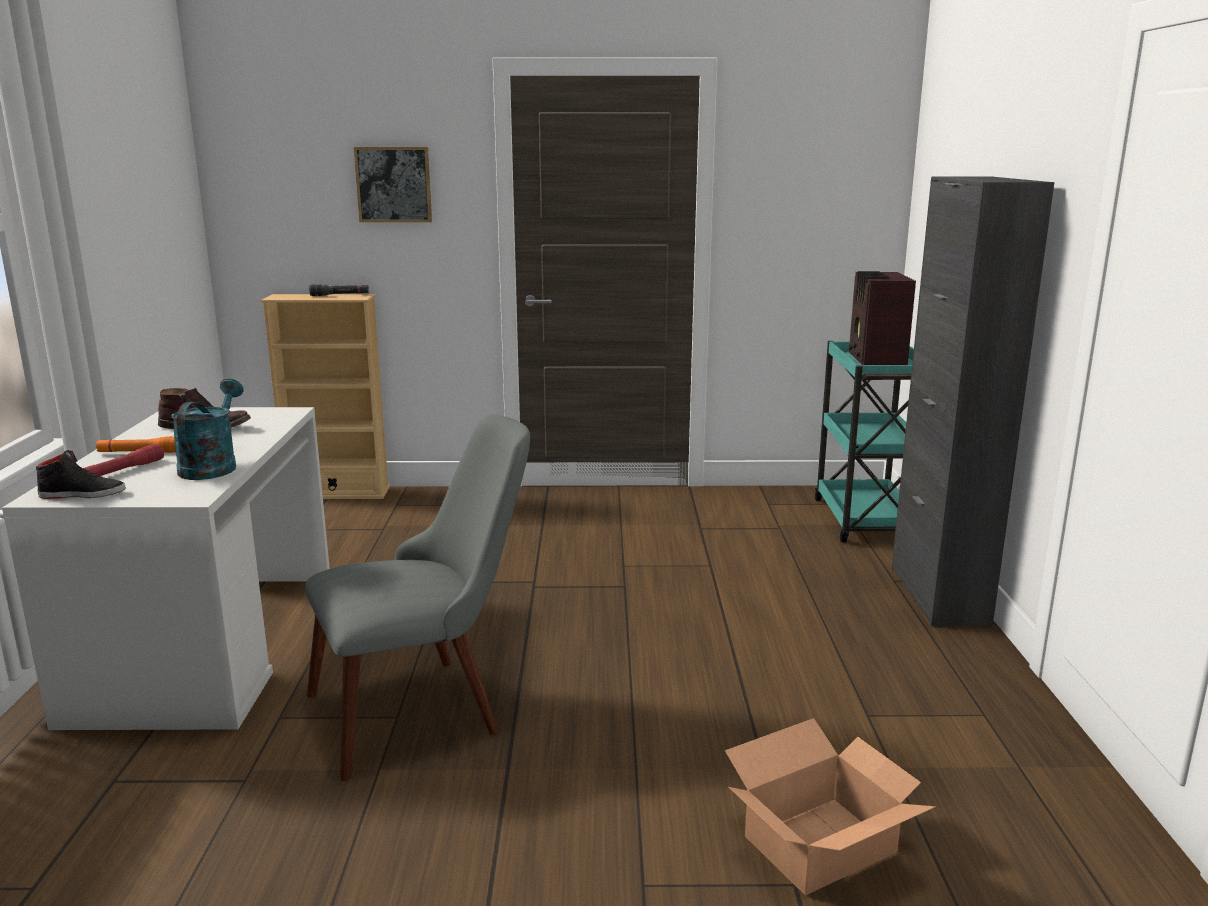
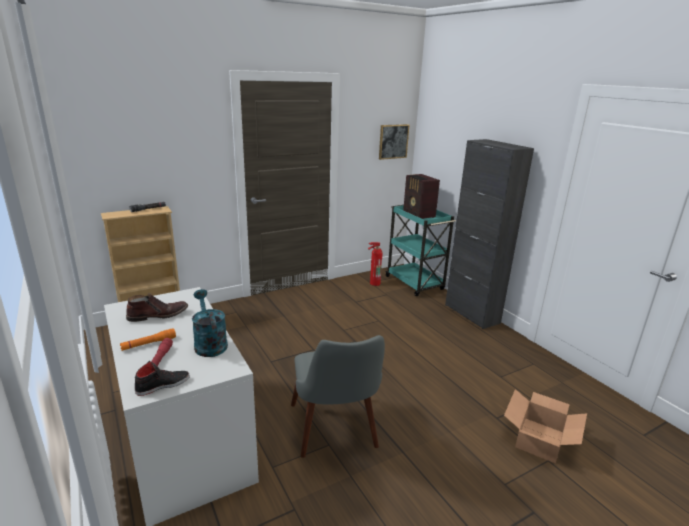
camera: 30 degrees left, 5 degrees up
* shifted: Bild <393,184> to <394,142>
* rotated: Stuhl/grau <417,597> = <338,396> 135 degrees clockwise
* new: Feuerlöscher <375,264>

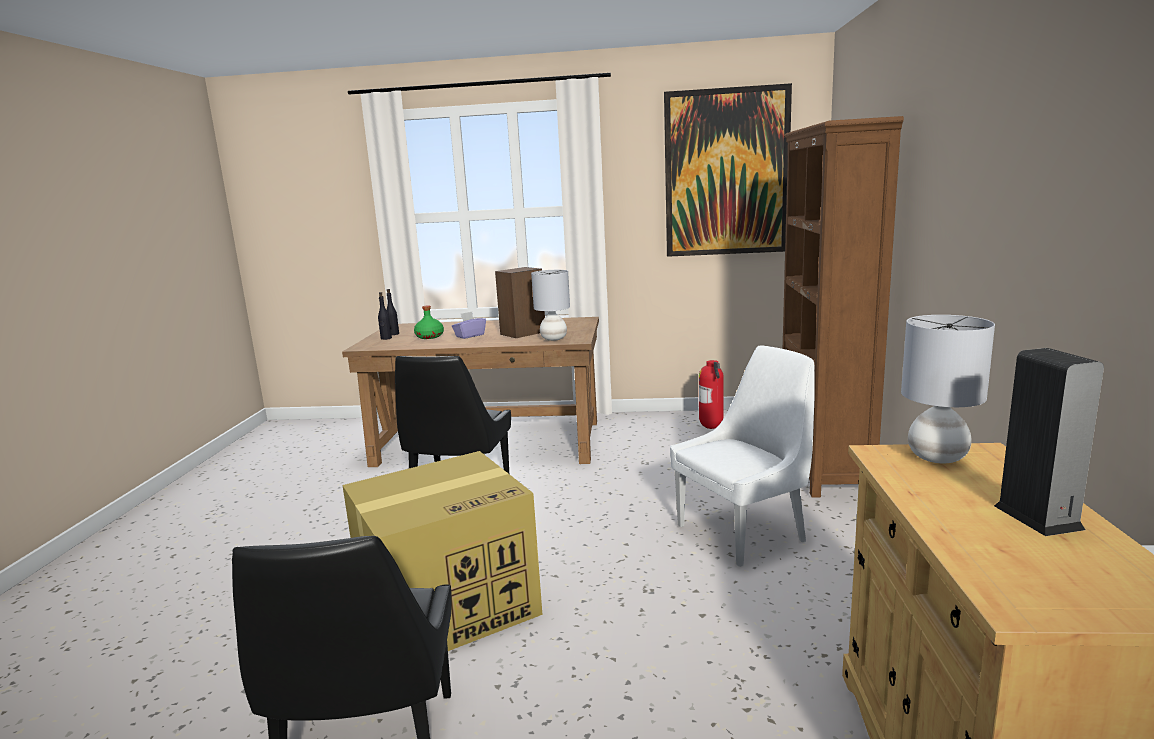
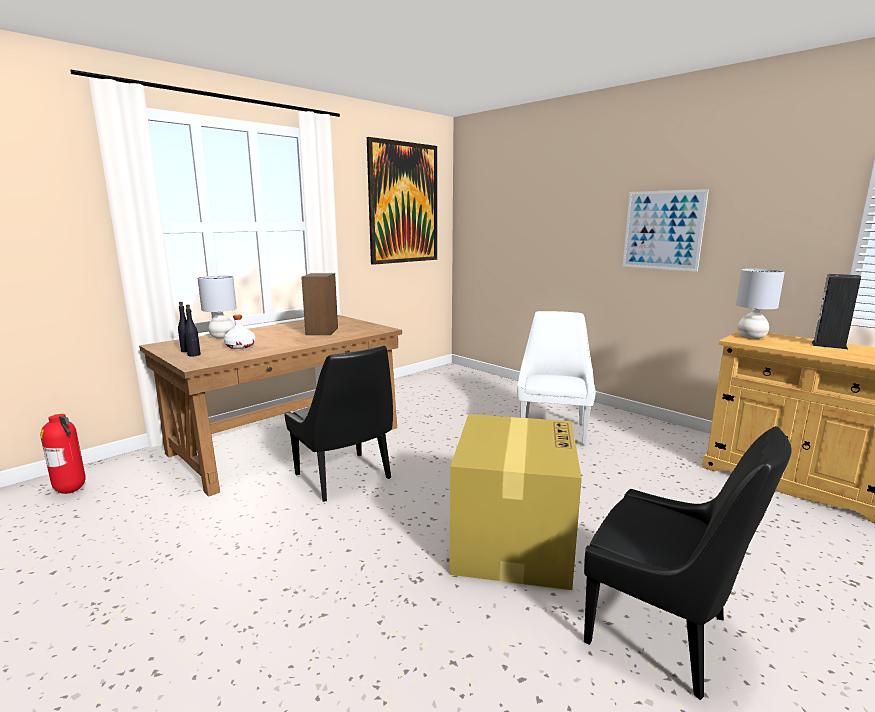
camera: 50 degrees left, 0 degrees up
* gone: Bücherregal/braun <843,306>
* shifted: Tischlampe/grau <550,305> to <217,307>
* repainted: Flasche/grün <429,322> to Flasche/weiß <240,332>
* gone: Taschentuchbox/lila <469,325>
* shifted: Feuerlöscher <711,394> to <63,454>
* new: Bild <666,230>

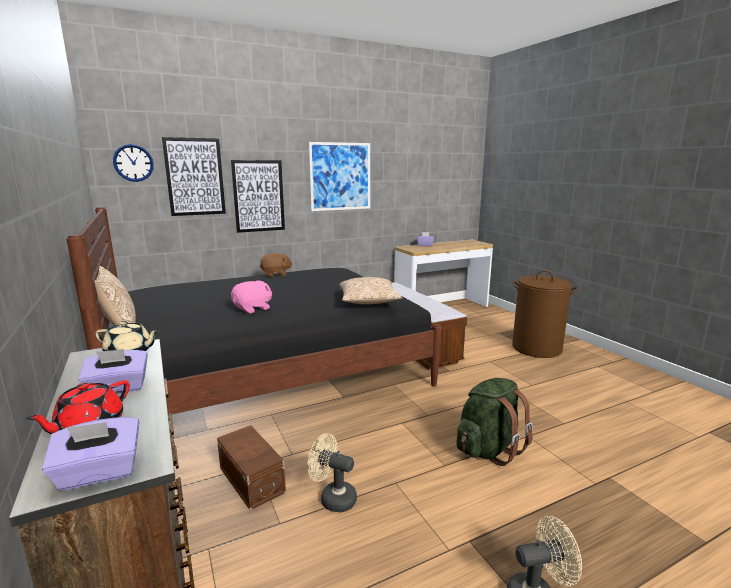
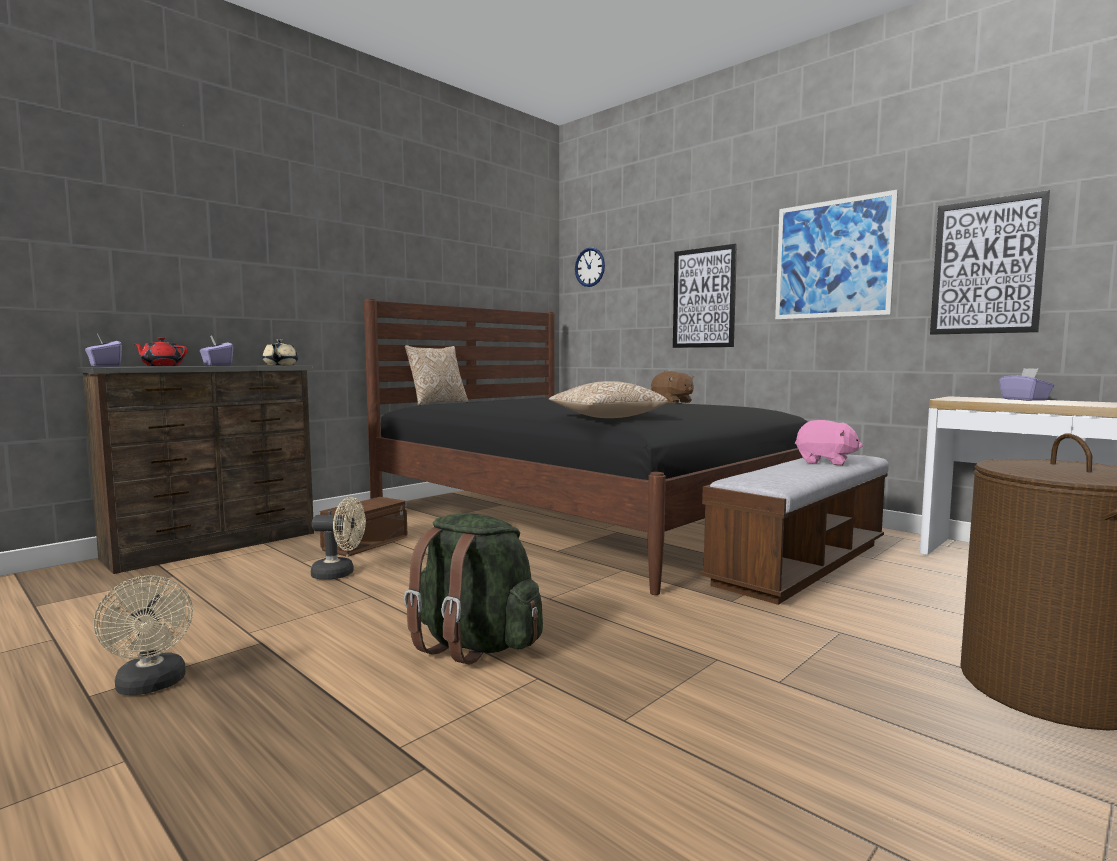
camera: 70 degrees right, 10 degrees down
* shifted: Bild <194,176> to <990,262>
* shifted: Plüschtier/rosa <251,297> to <829,443>
* rotated: Ventilator/beige <332,472> = <338,538> 90 degrees clockwise

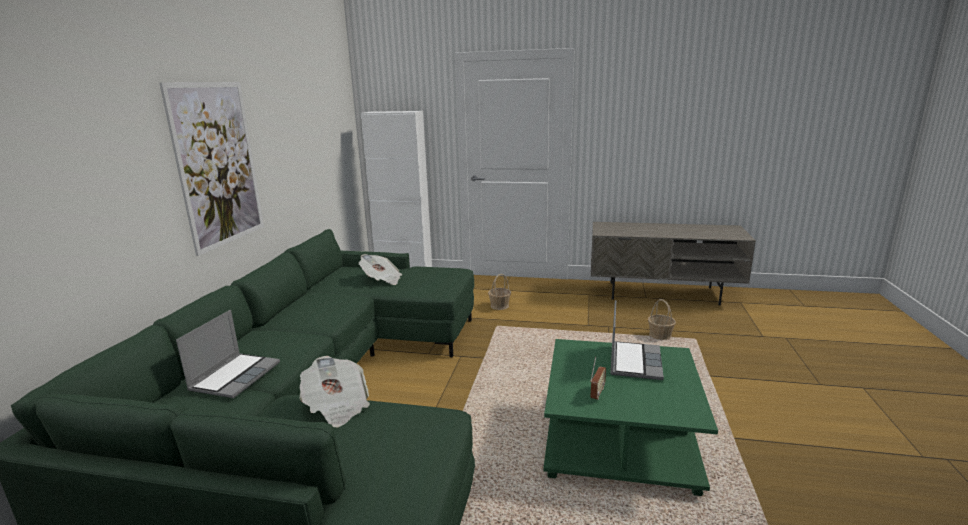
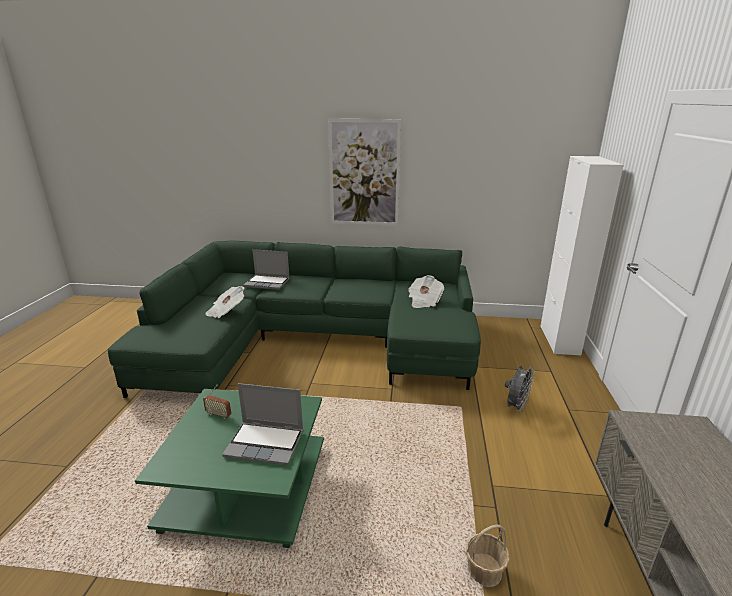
camera: 85 degrees right, 5 degrees up
* swapped: Korb <499,292> to Ventilator/grau <520,390>

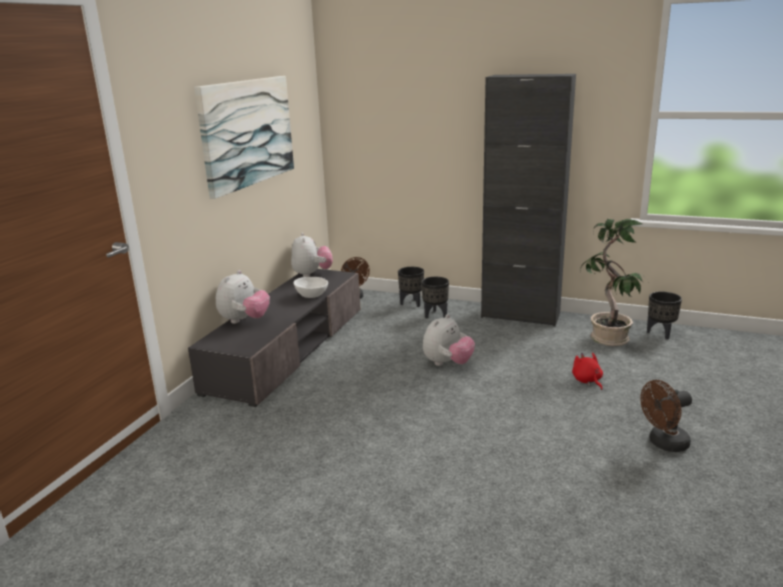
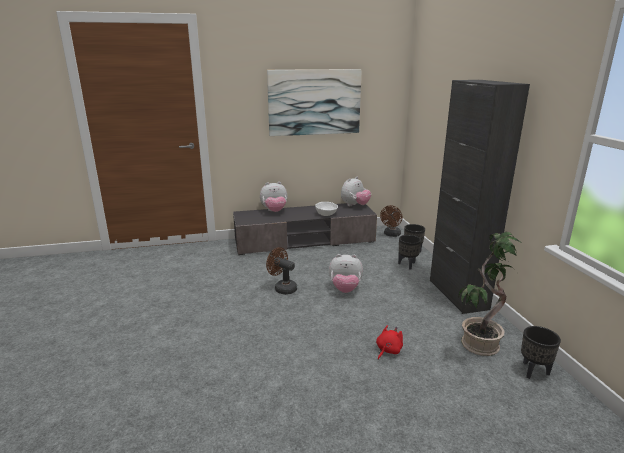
camera: 55 degrees right, 0 degrees up
* shifted: Ventilator/braun <666,416> to <281,271>

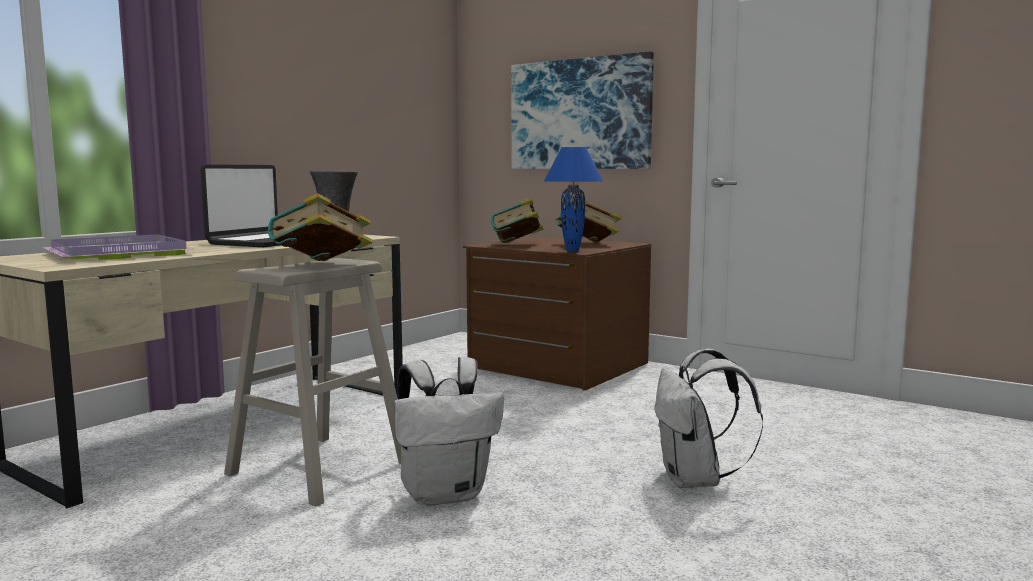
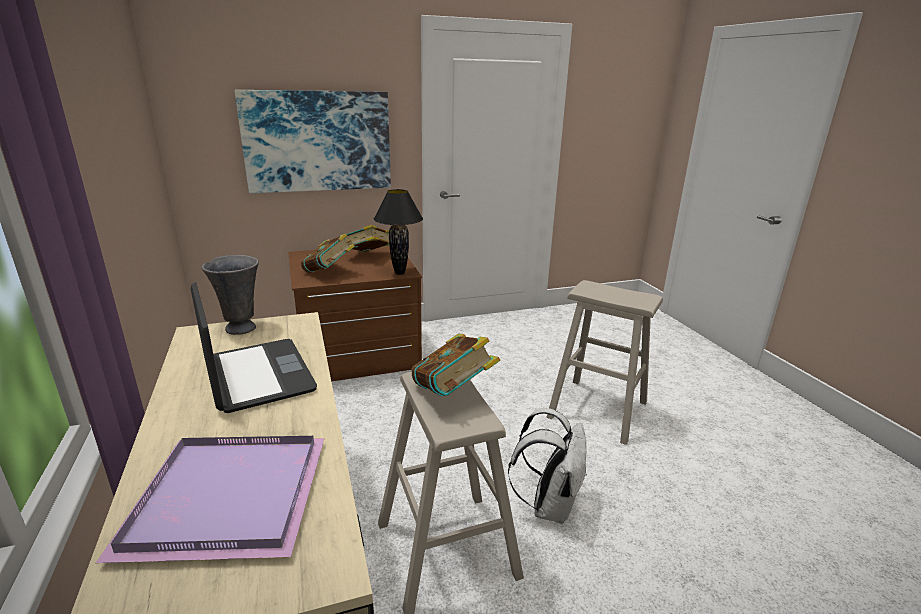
camera: 55 degrees left, 15 degrees up
* repainted: Tischlampe/blau <573,199> to Tischlampe/schwarz <398,232>
* swapped: Rucksack/weiß <708,418> to Hocker/beige <605,362>

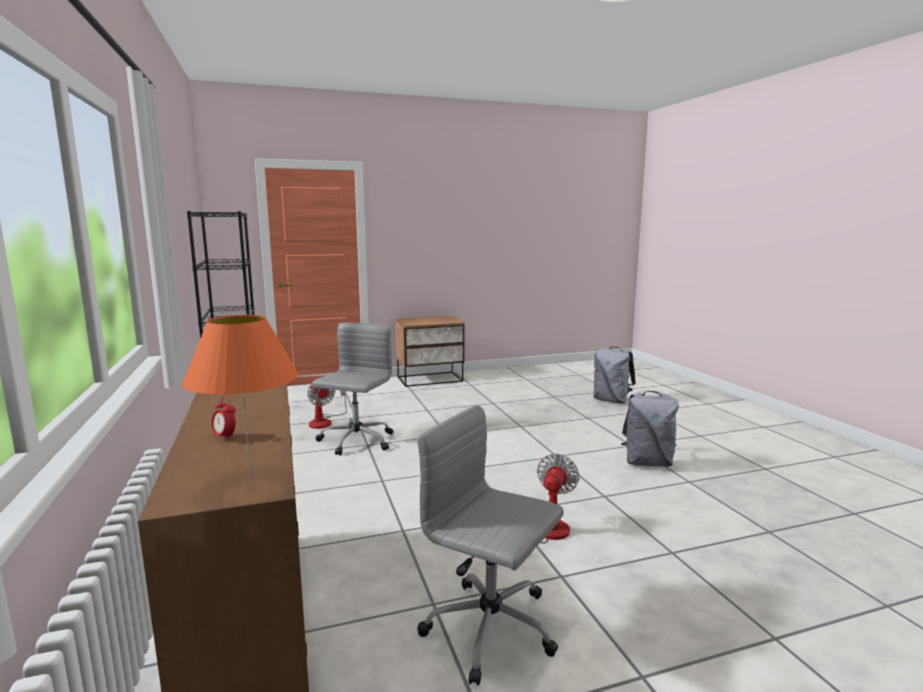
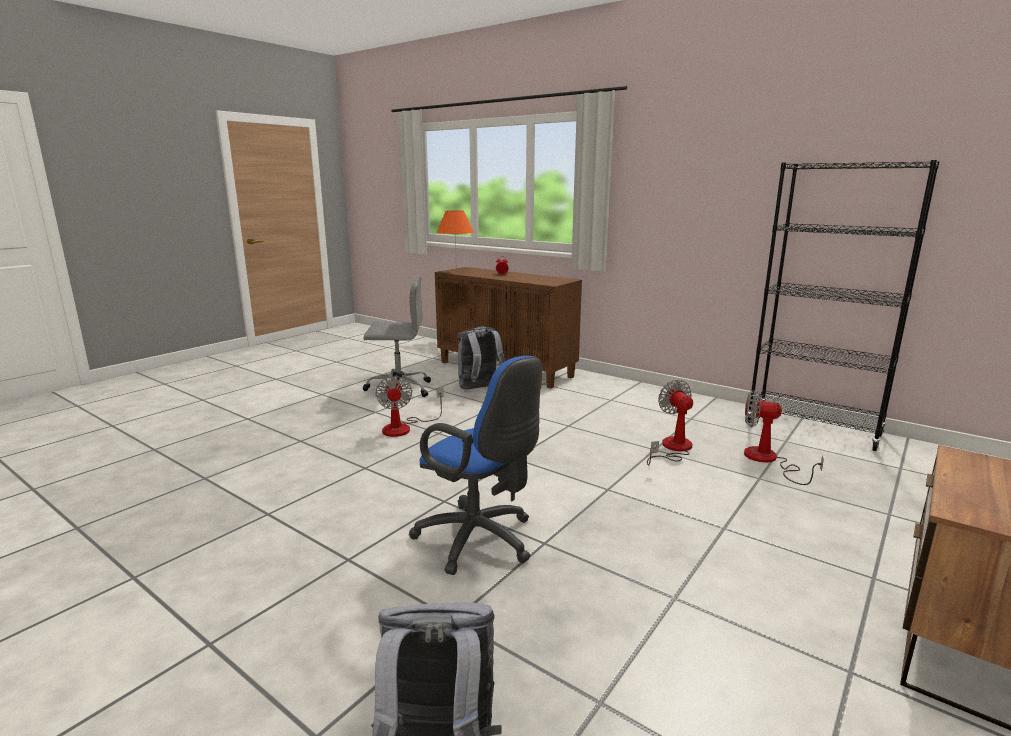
camera: 145 degrees right, 5 degrees up
* swapped: Bürostuhl/grau <352,388> to Ventilator <670,423>
* shifted: Rucksack/grau <650,429> to <481,357>
* new: Bürostuhl/blau <475,465>

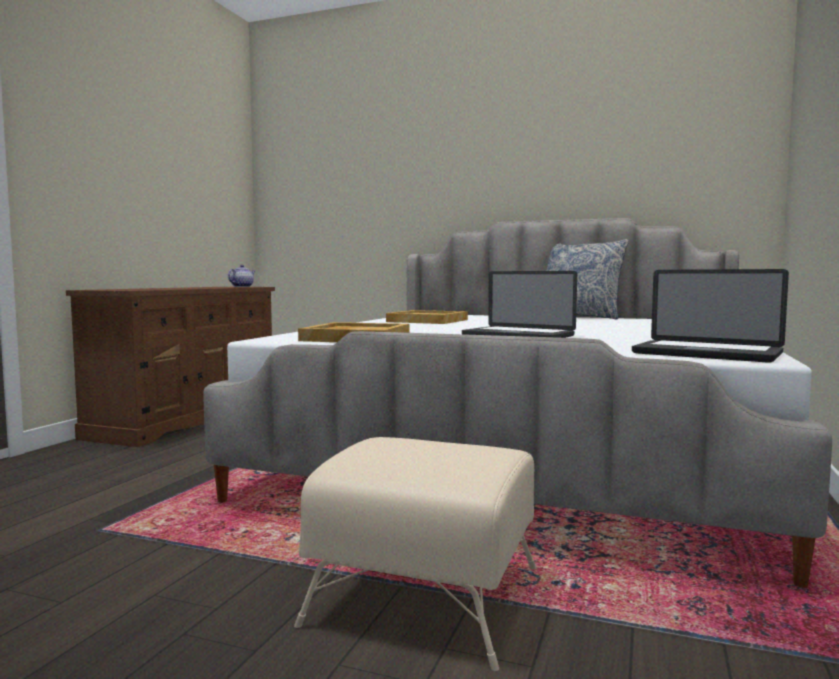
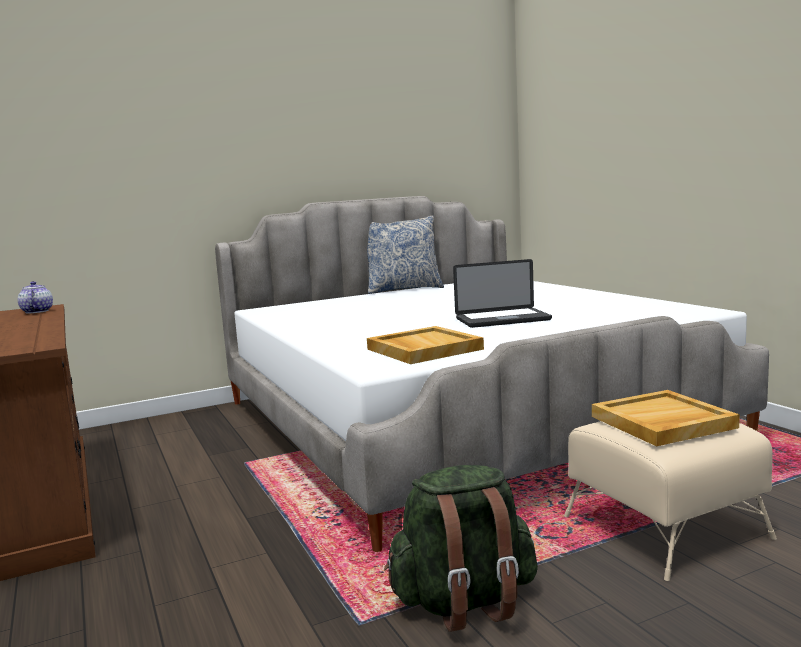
camera: 45 degrees left, 5 degrees up
* gone: Laptop <710,316>
* shifted: Tablett/beige <427,317> to <666,418>
* new: Rucksack/grün <461,548>

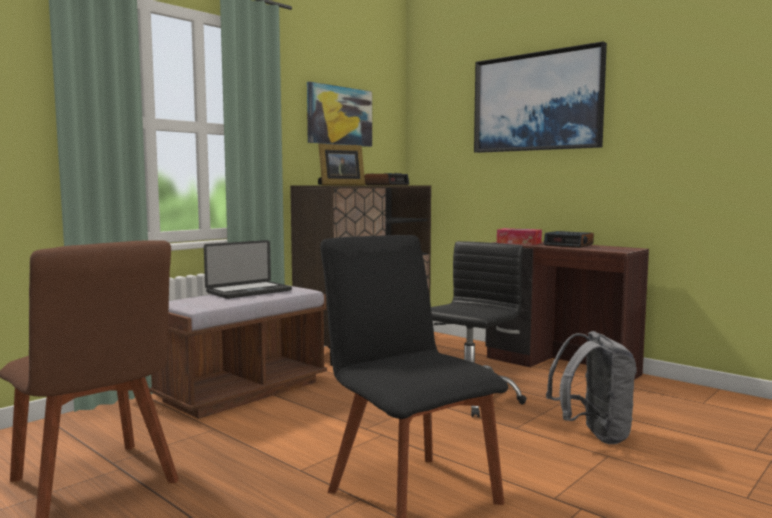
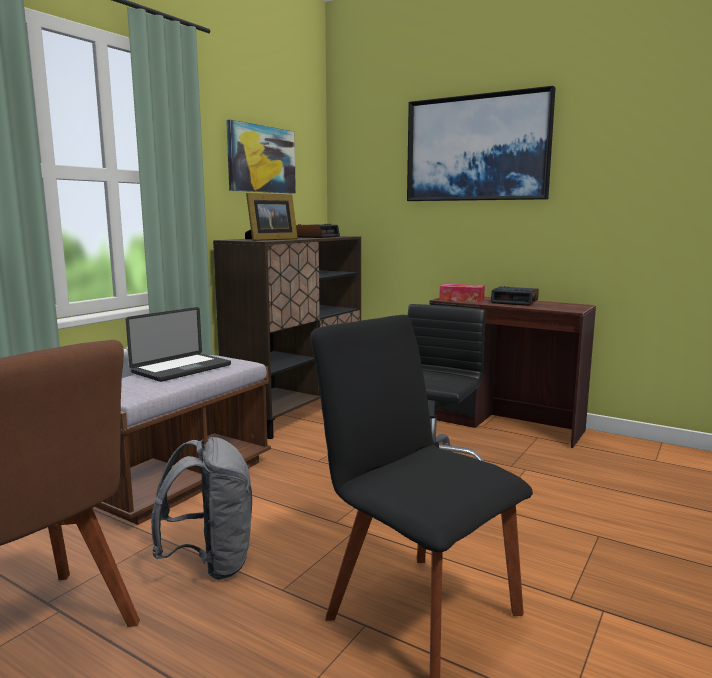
camera: 10 degrees left, 5 degrees up
* shifted: Rucksack/grau <591,387> to <201,508>

